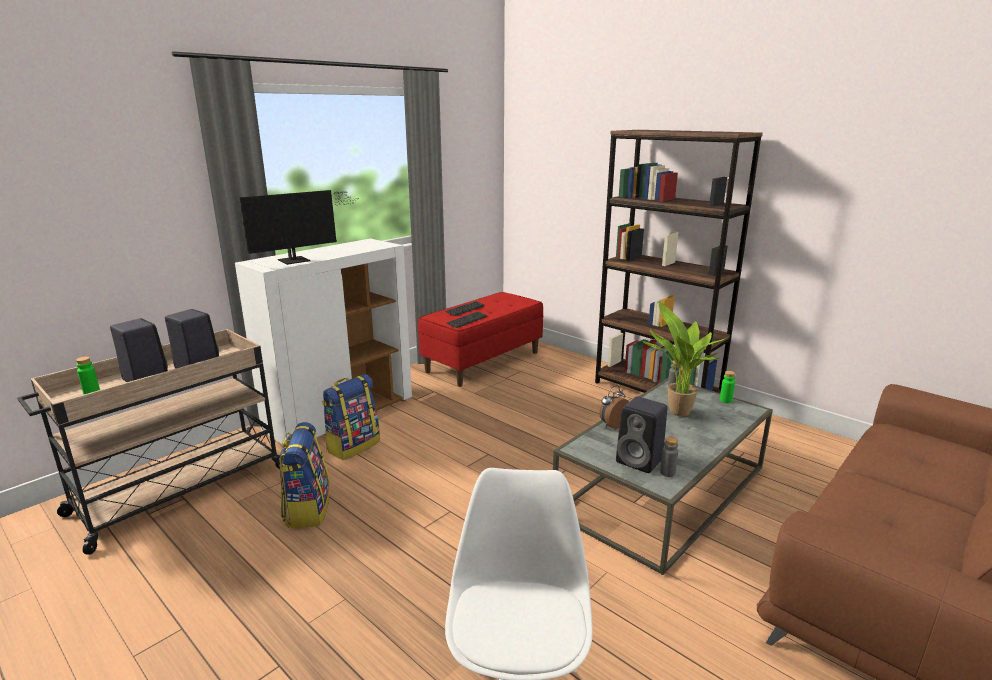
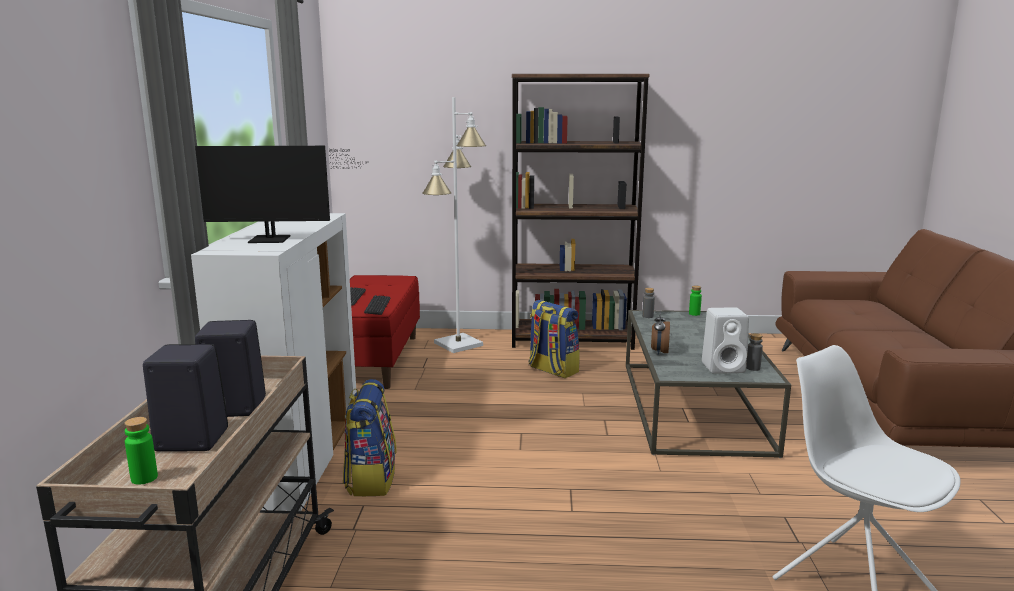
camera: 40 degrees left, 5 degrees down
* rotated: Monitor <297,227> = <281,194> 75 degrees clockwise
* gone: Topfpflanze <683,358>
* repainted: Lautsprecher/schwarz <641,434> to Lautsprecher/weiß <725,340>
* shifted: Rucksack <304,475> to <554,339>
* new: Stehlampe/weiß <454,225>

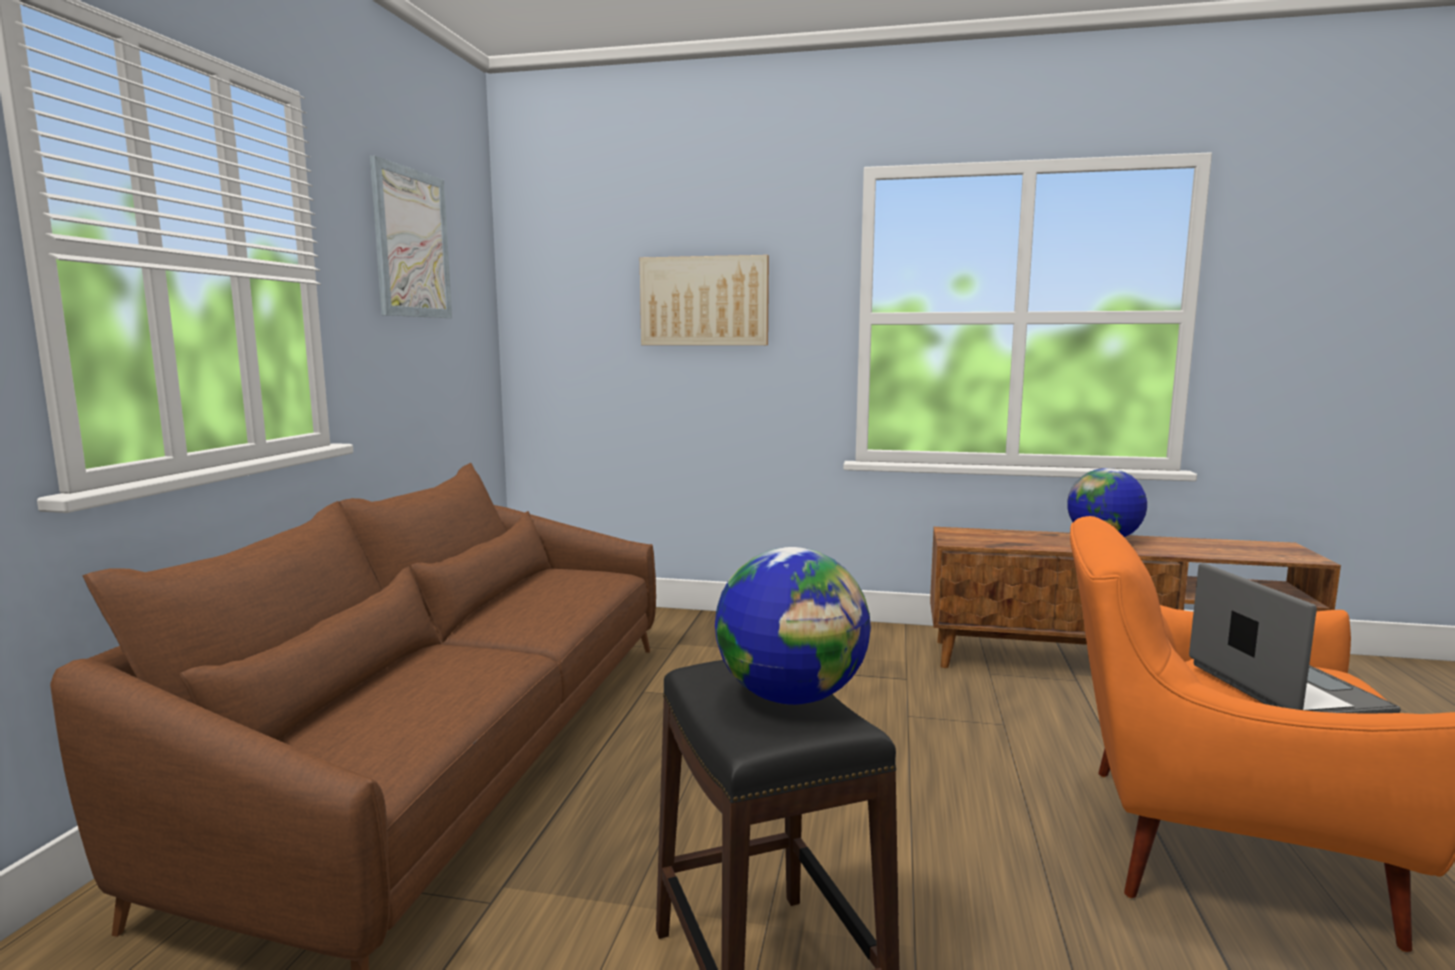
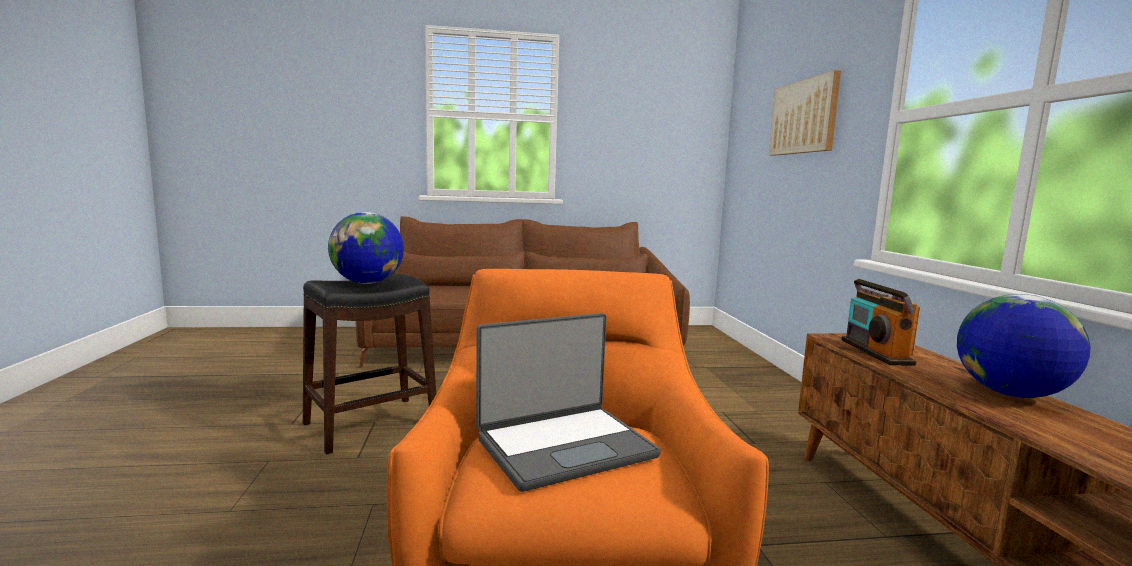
camera: 70 degrees right, 0 degrees up
* gone: Bild <411,237>
* new: Radio <880,322>

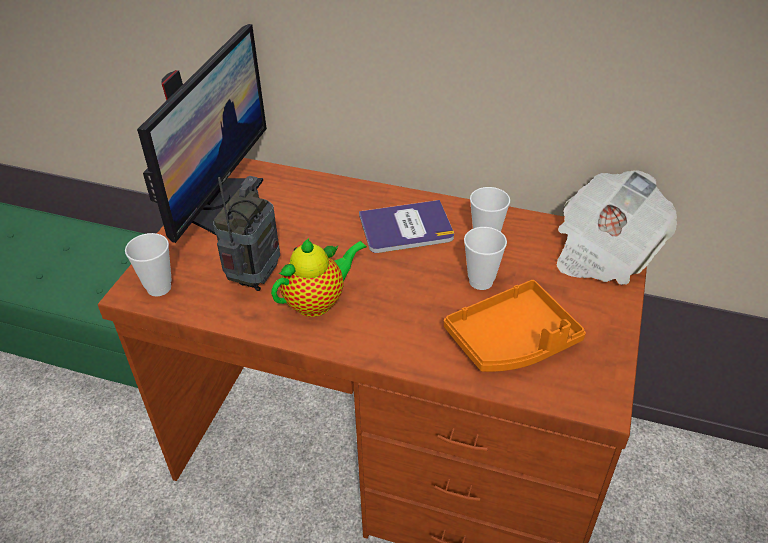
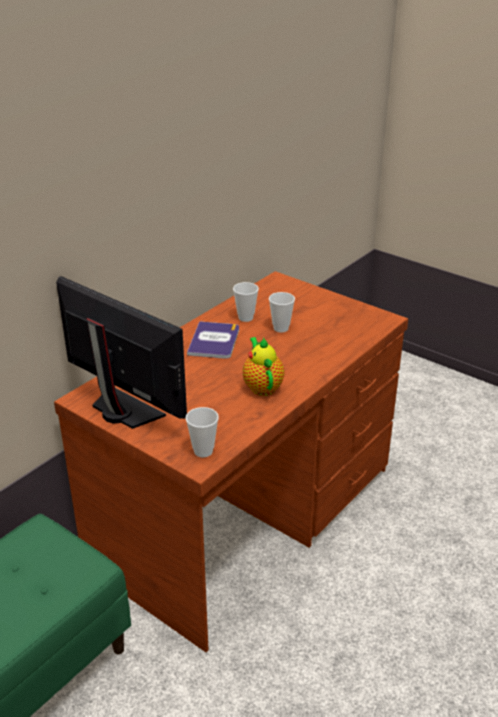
camera: 70 degrees left, 10 degrees down
* gone: Zeitung <616,227>
* gone: Radio <246,233>
* gone: Tablett/orange <515,326>

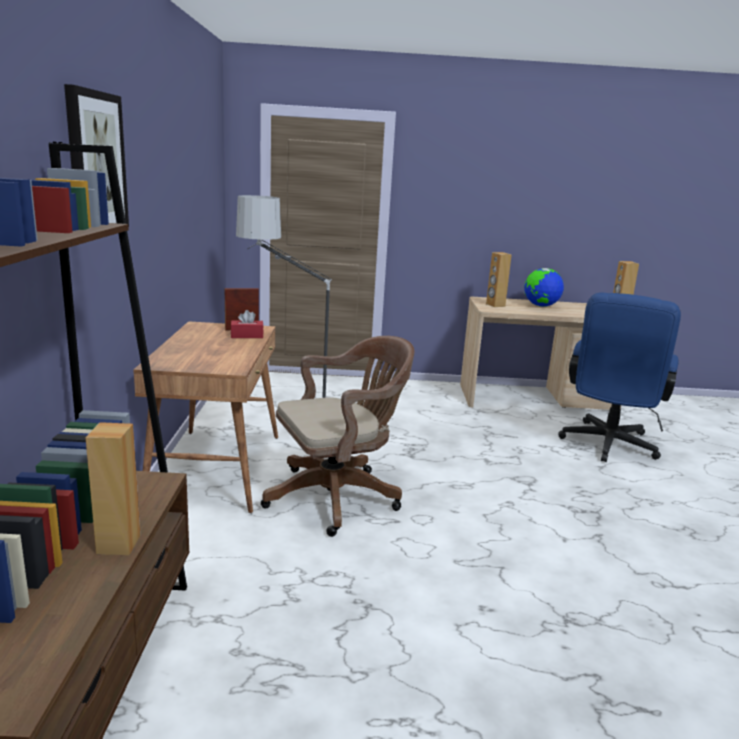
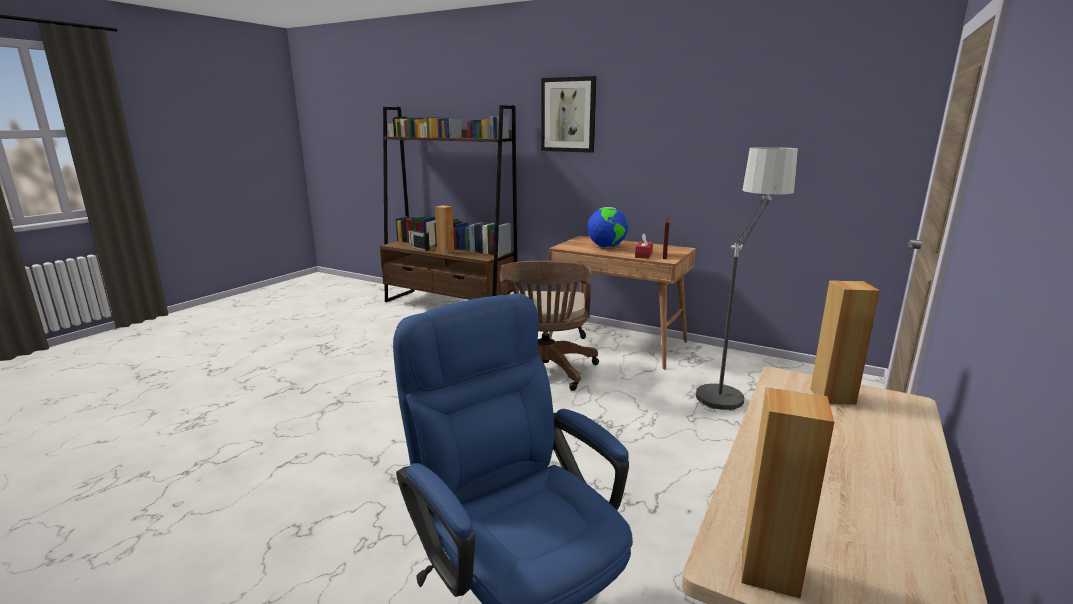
camera: 120 degrees right, 0 degrees up
* shifted: Globus <544,287> to <608,227>
* new: Radio <419,239>

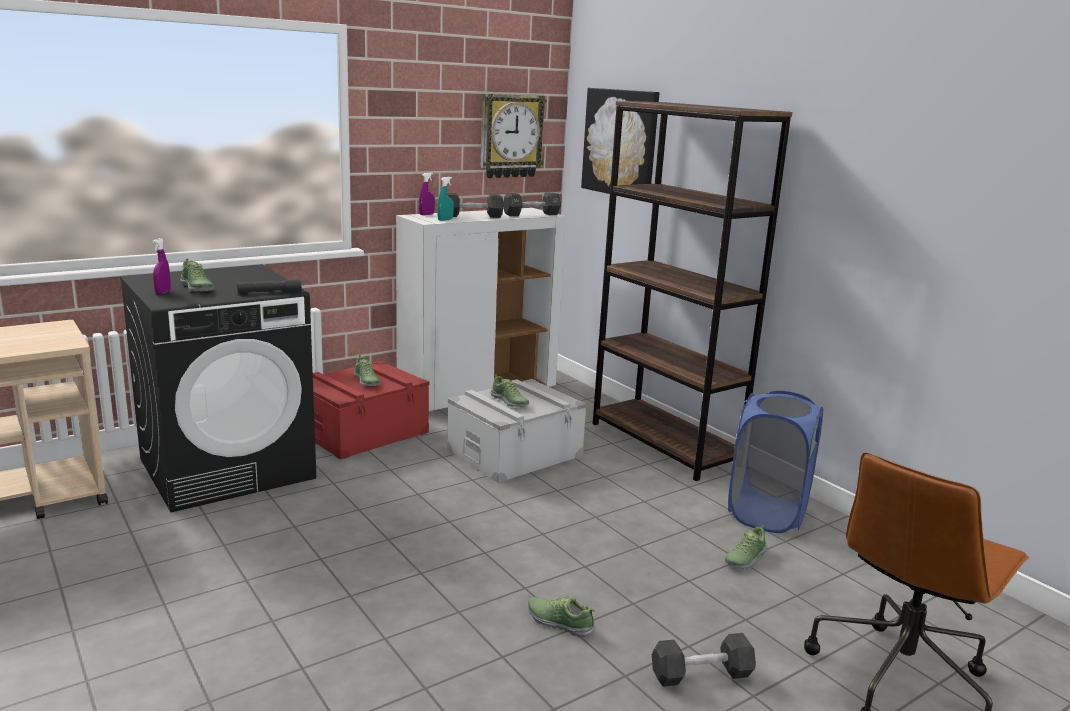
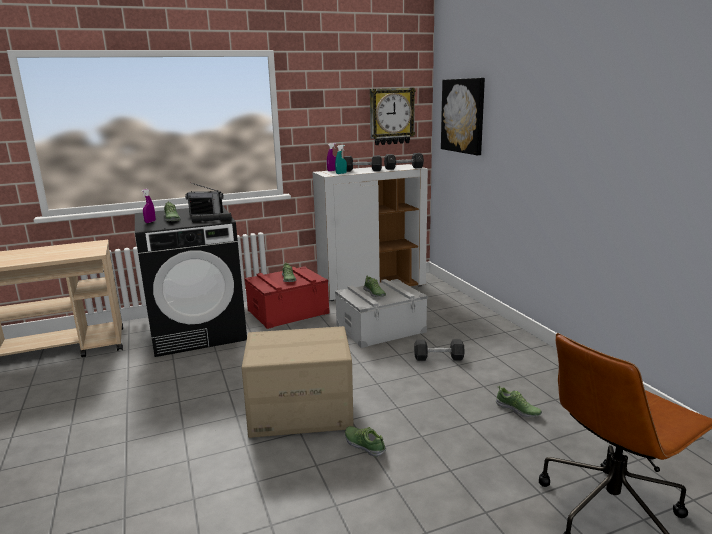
camera: 15 degrees right, 0 degrees up
* gone: Bücherregal/braun <693,291>
* gone: Wäschekorb/blau <775,462>
* rotated: Schuh <746,547> = <519,401> 105 degrees counterclockwise
* shifted: Hantel/schwarz <704,660> to <439,350>
* new: Radio <204,198>
* new: Karton <298,382>

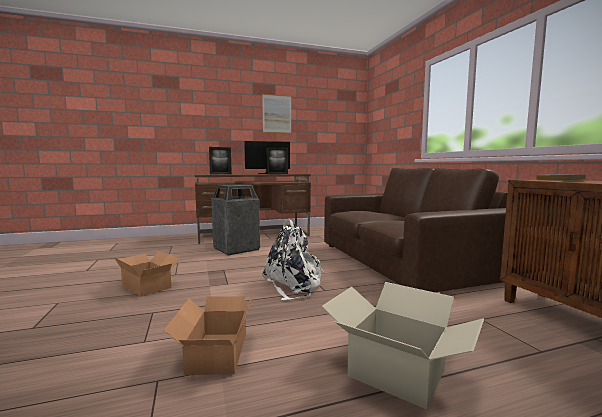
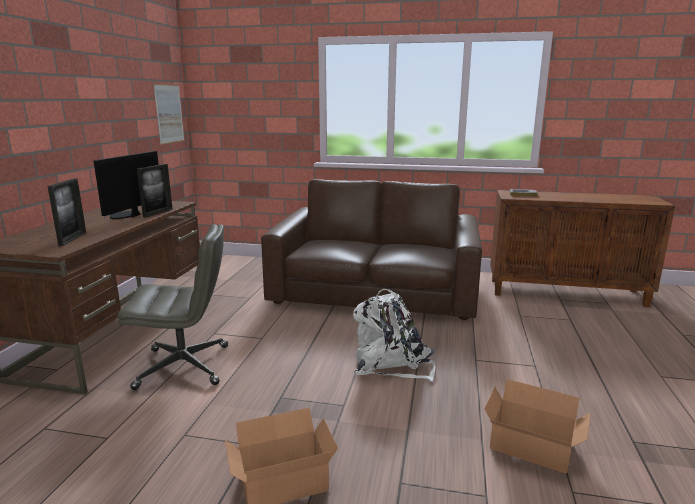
camera: 60 degrees left, 10 degrees up
* shifted: Bild <276,113> to <169,114>
* swapped: Mülleimer <235,220> to Bürostuhl/grau <172,307>
* gone: Karton <403,345>

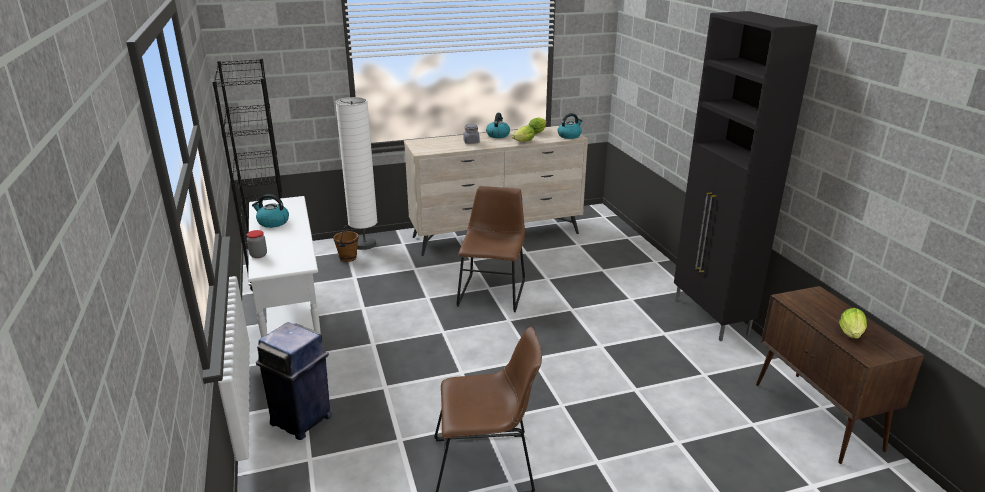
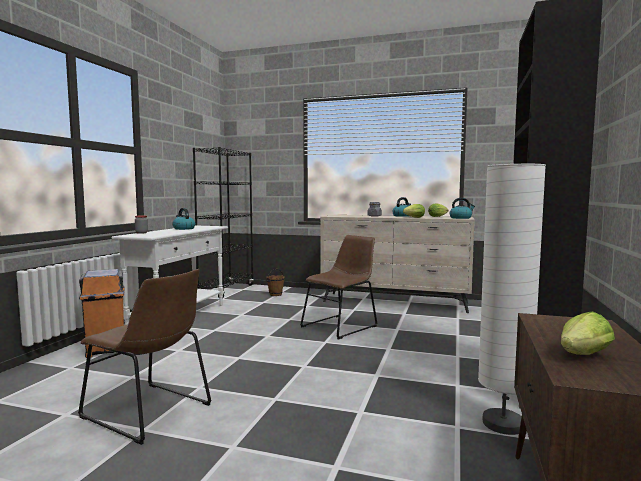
camera: 35 degrees right, 20 degrees down
* shifted: Stehlampe/weiß <356,173> to <512,299>
* repainted: Mülleimer/blau <294,381> to Mülleimer/orange <102,313>

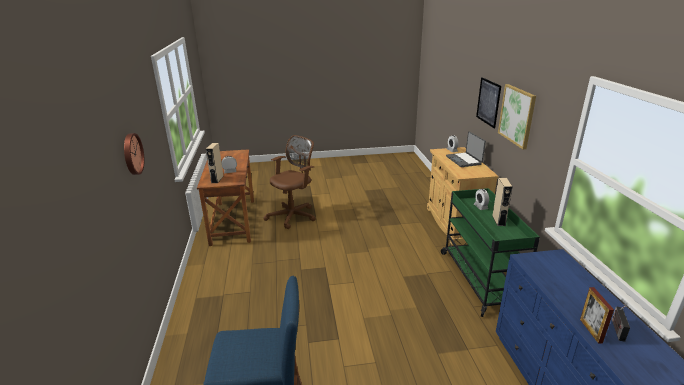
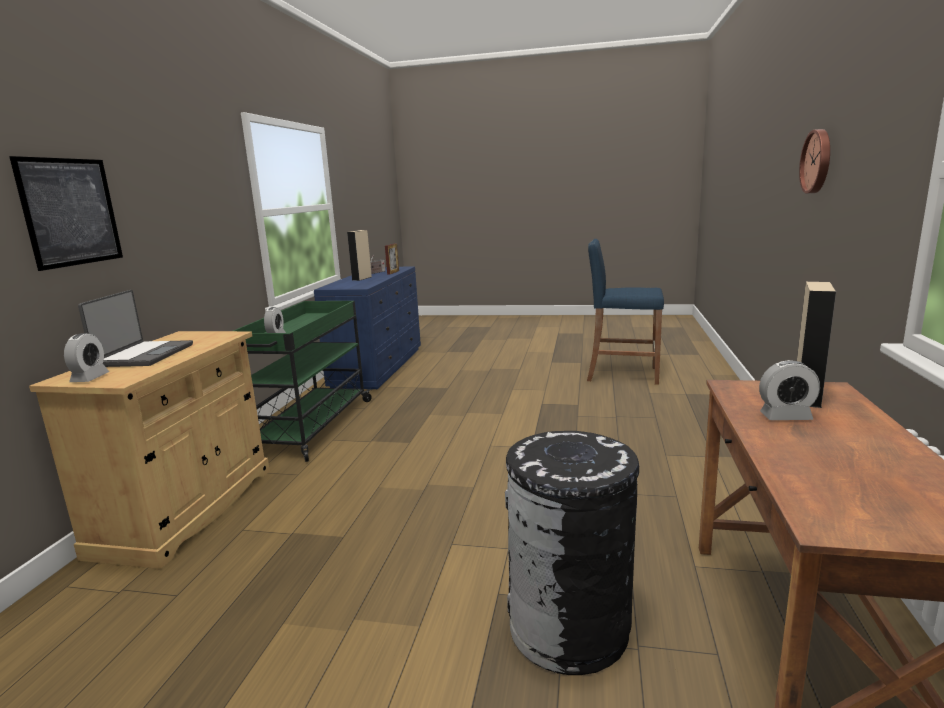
camera: 160 degrees left, 10 degrees down
* gone: Bild <517,116>
* swapped: Bürostuhl/braun <289,182> to Mülleimer/schwarz <572,553>
* shifted: Lautsprecher/beige <502,202> to <359,255>

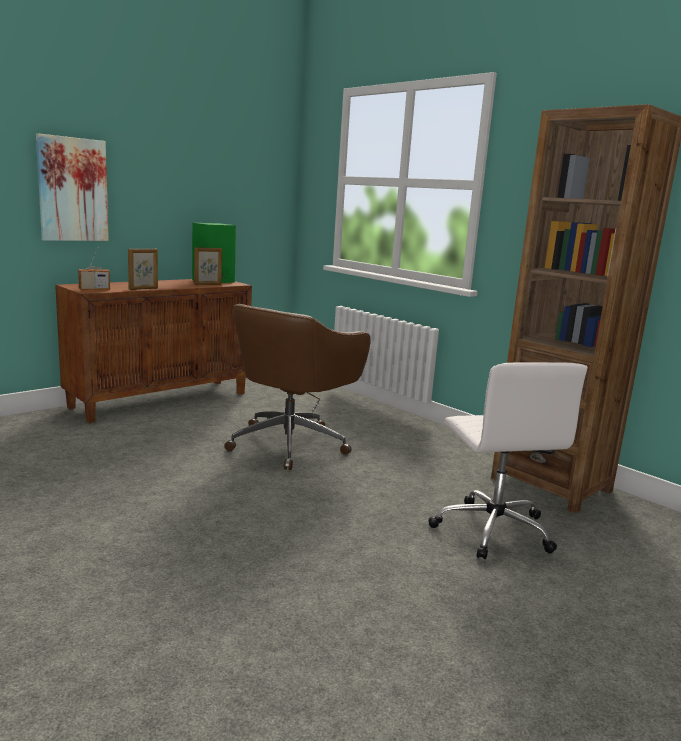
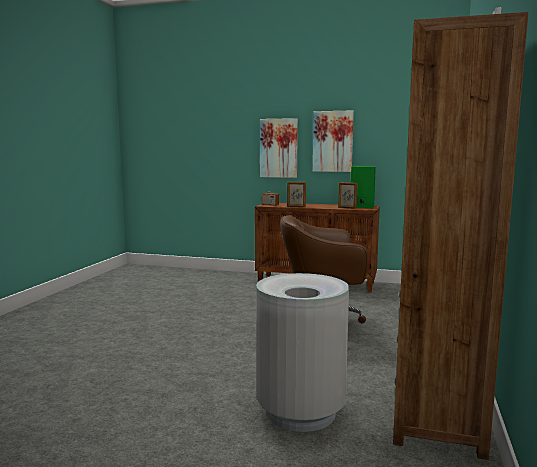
camera: 60 degrees right, 5 degrees down
* swapped: Bürostuhl/weiß <508,460> to Mülleimer/grau <302,352>
* new: Bild <333,141>

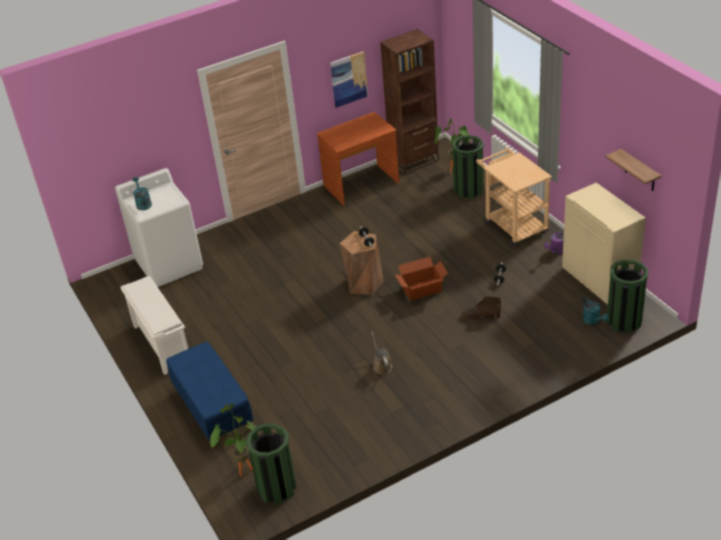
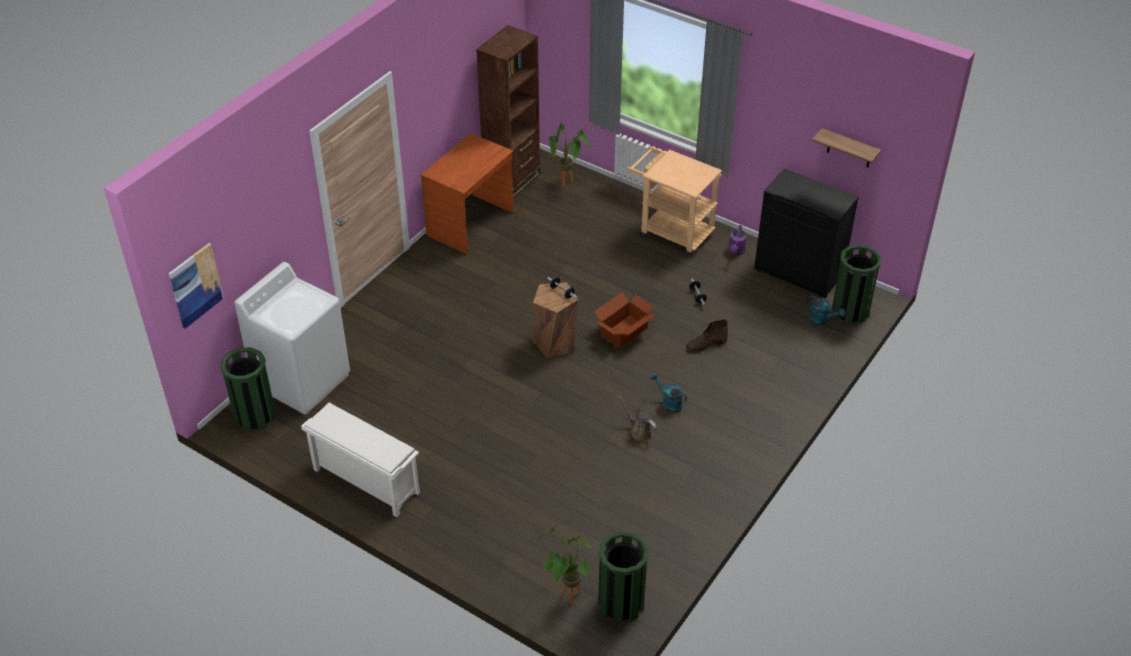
camera: 30 degrees left, 5 degrees up
* shifted: Bild <349,79> to <196,286>
* shifted: Mülleimer/grün <468,167> to <247,389>
* shifted: Gießkanne/türkis <142,193> to <668,392>
* repainted: Schrank/beige <604,244> to Schrank/schwarz <806,233>
* gone: Bank/blau <209,395>

